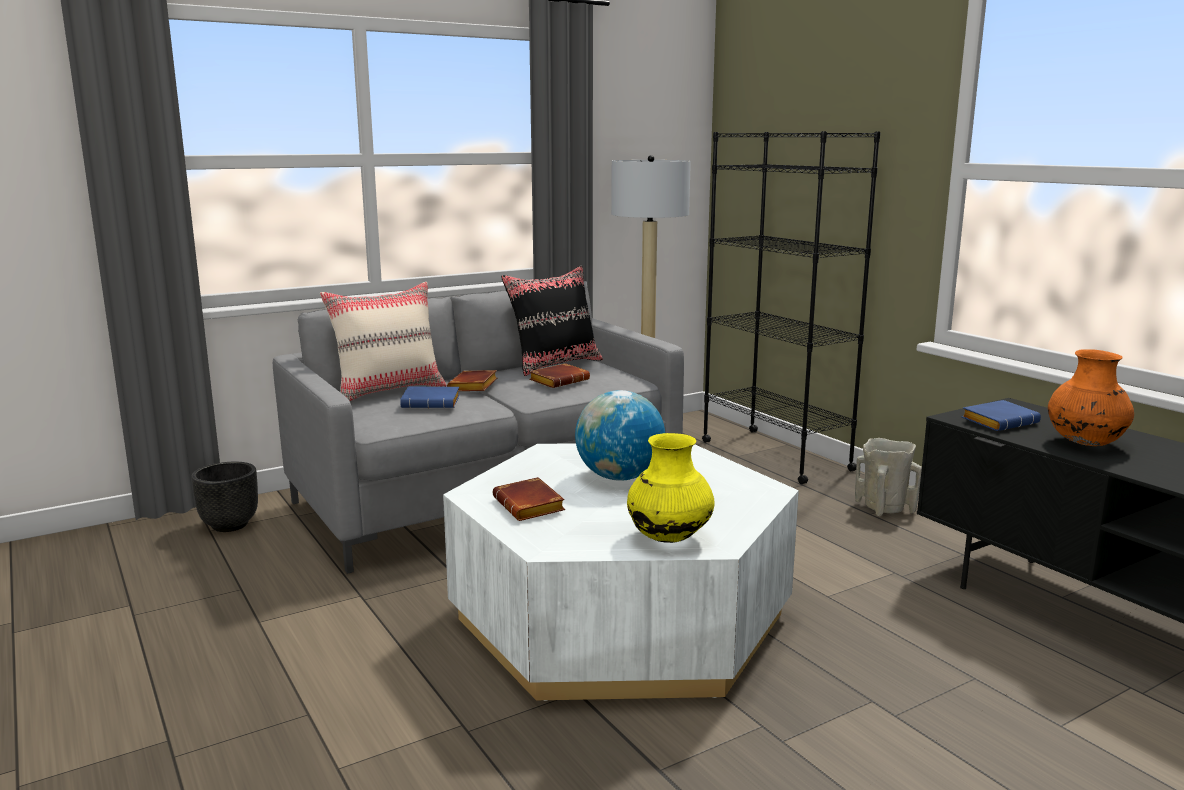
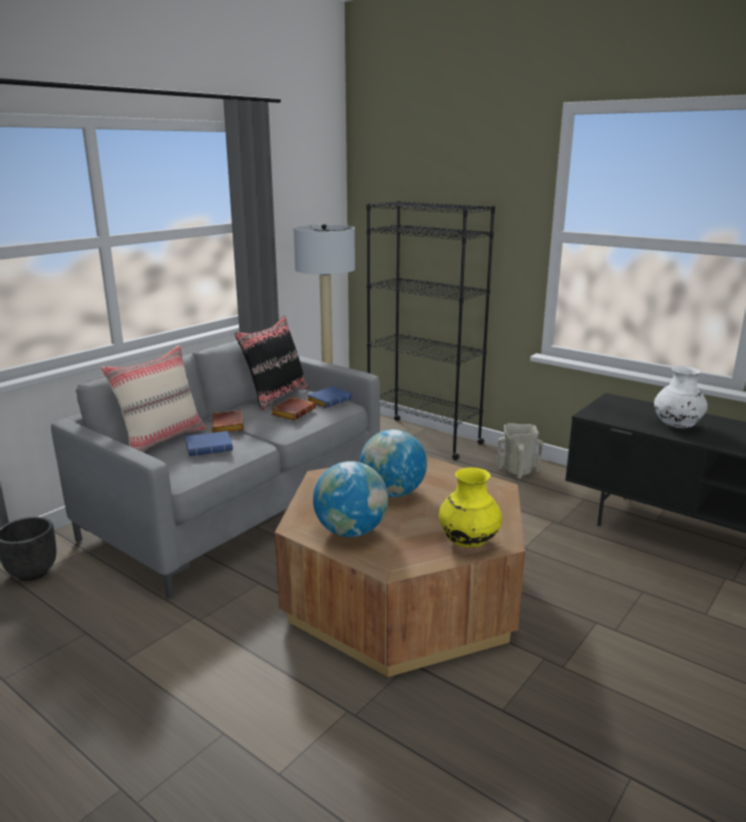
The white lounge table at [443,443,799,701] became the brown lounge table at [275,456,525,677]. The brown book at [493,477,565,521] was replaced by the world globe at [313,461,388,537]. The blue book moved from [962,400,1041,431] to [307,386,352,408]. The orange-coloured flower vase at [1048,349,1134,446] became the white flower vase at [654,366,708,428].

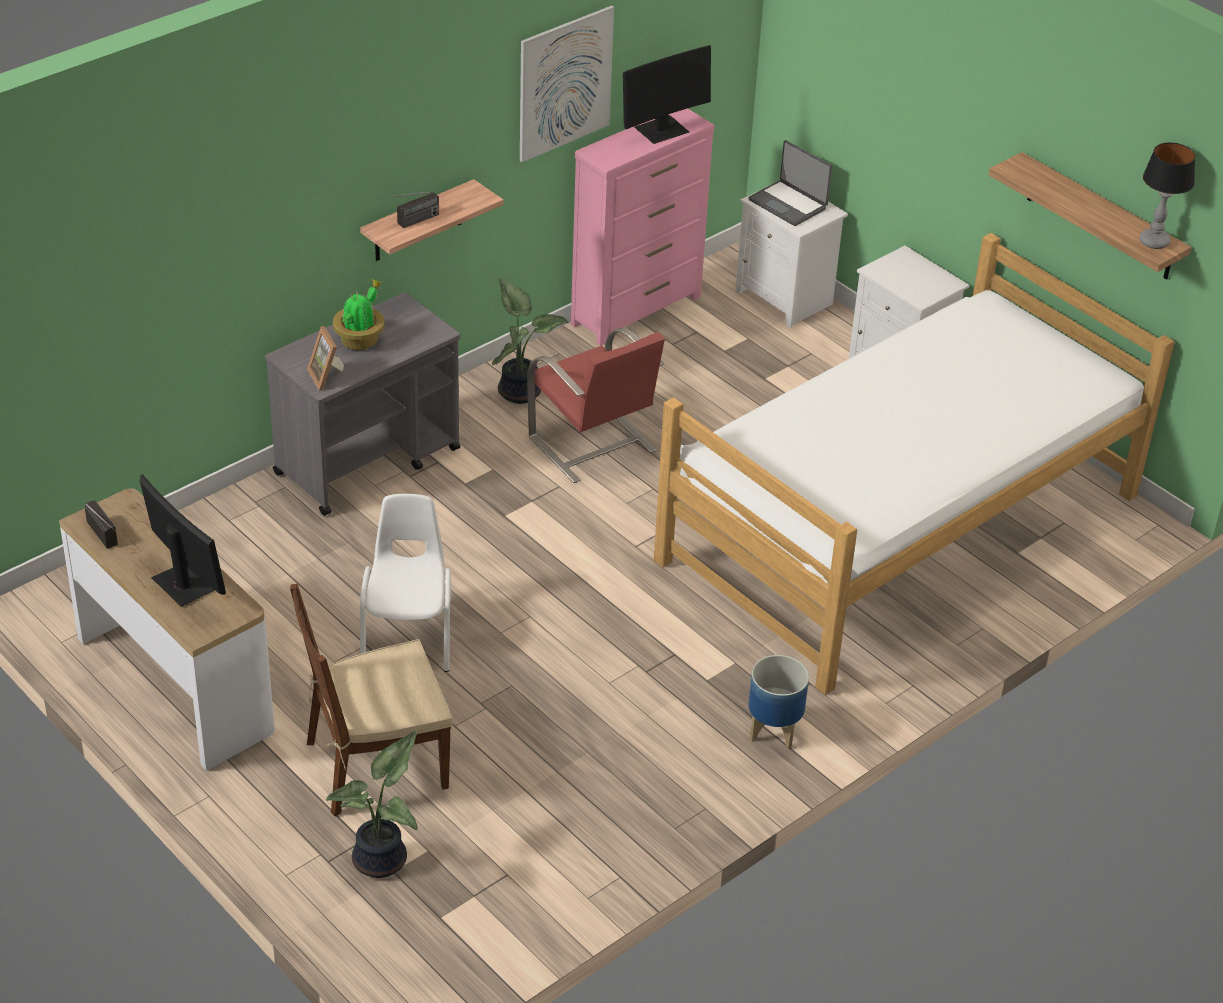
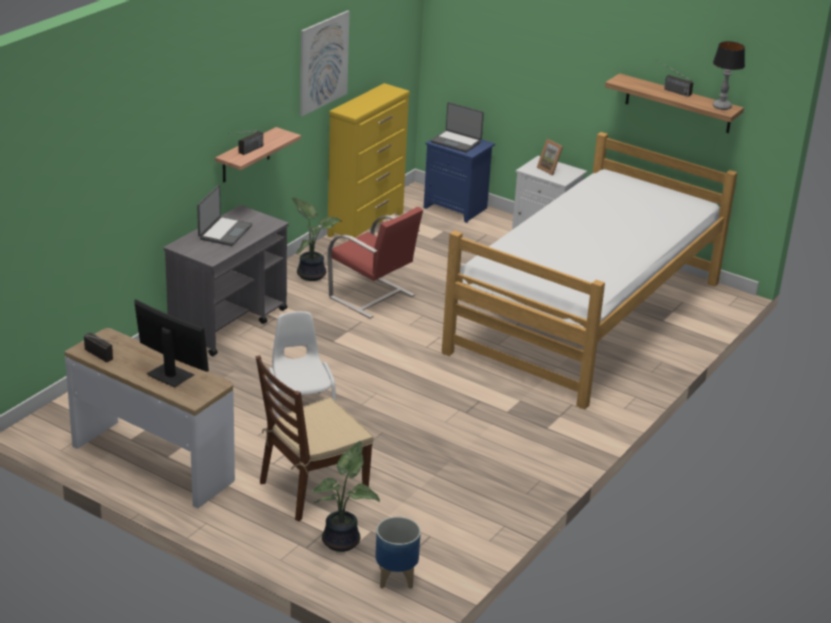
The picture frame moved from [307,326,344,391] to [537,139,563,175]. The potted plant at [333,279,385,350] was replaced by the notebook computer at [197,185,253,246]. The pink chest of drawers at [571,108,715,346] became the yellow-coloured chest of drawers at [327,83,410,241]. The computer screen at [623,45,711,144] disappeared. The white bedside table at [735,191,848,328] became the blue bedside table at [424,139,495,223]. The planter moved from [748,655,809,749] to [375,517,421,589]. The radio set at [657,60,693,97] appeared.

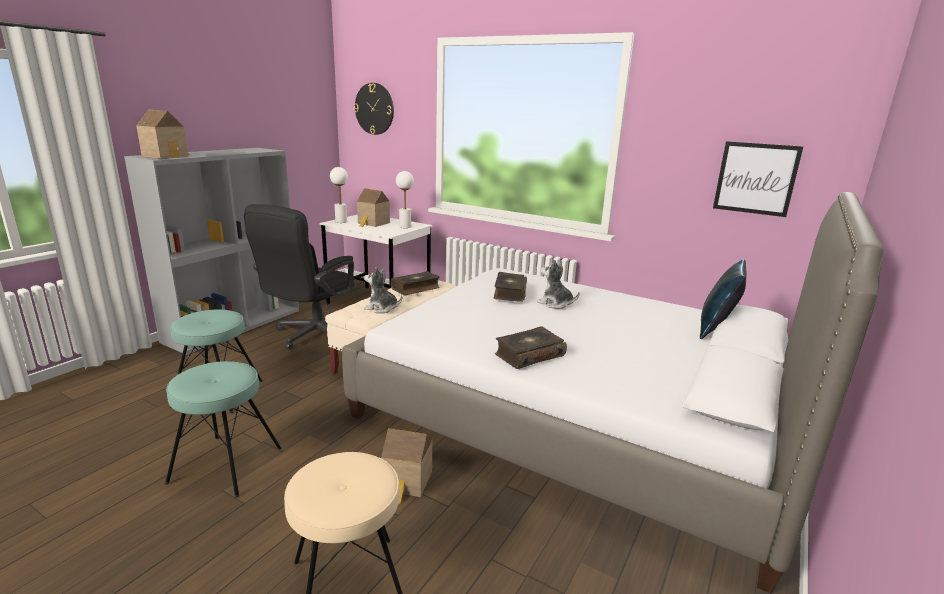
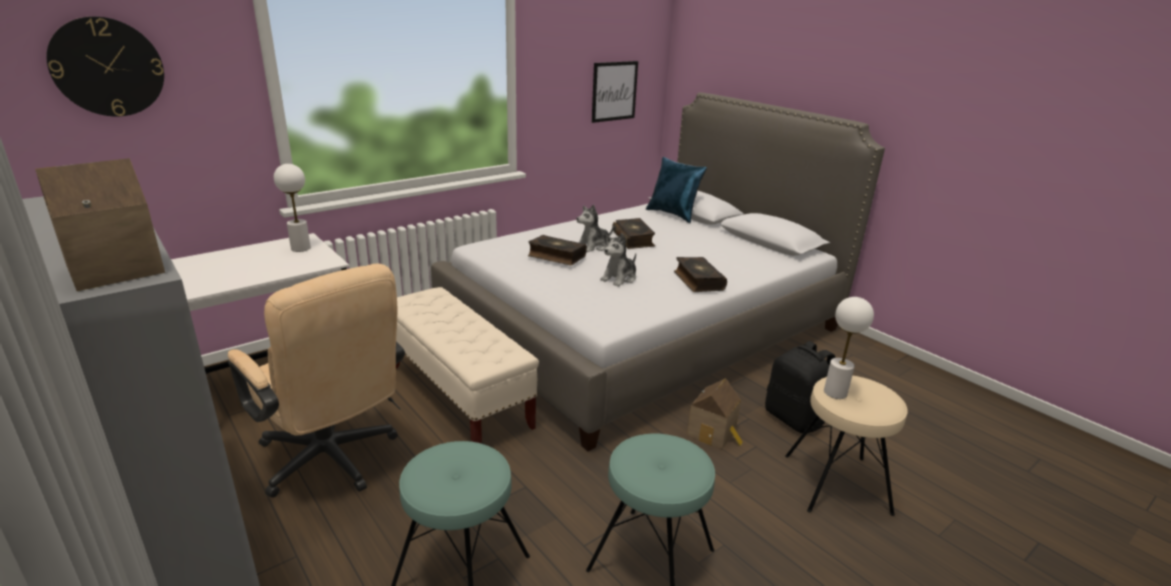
The blackish computer chair at [244,204,354,349] became the beige-coloured computer chair at [228,264,405,498]. The white table lamp moved from [330,167,348,223] to [824,297,874,399]. The miniature house at [357,188,390,227] disappeared. The soft toy moved from [364,267,402,313] to [600,233,636,287]. The book moved from [391,271,440,295] to [612,218,655,249]. The blackish rucksack at [765,341,835,433] appeared.

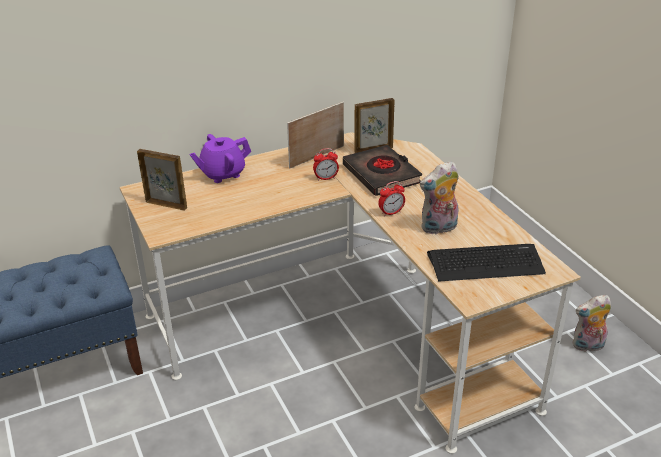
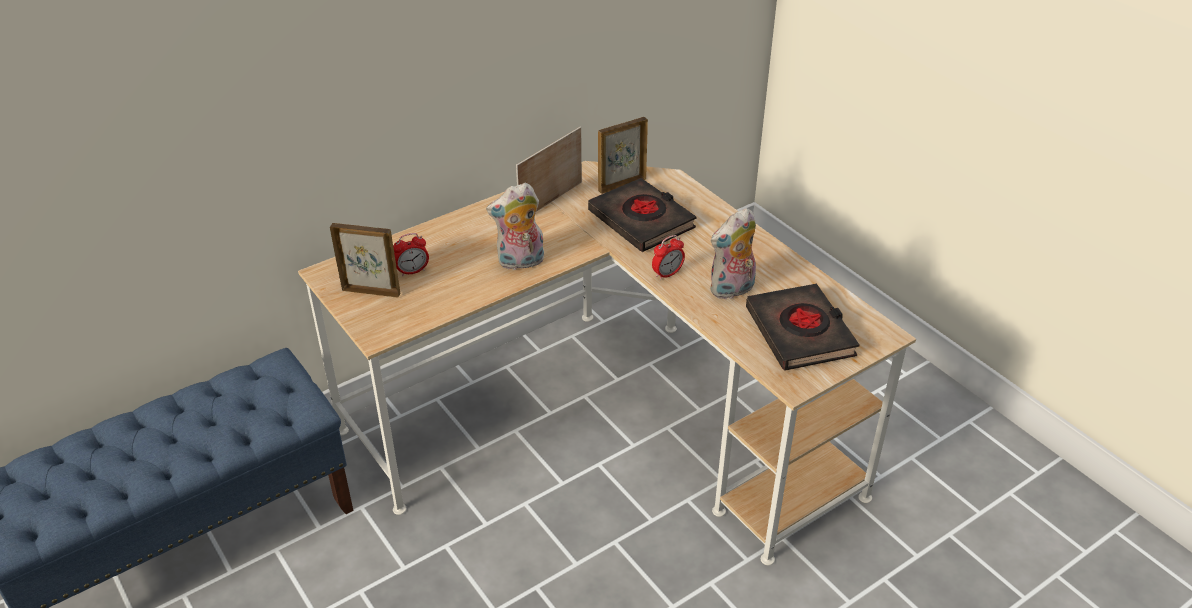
The purplish tea pot at [189,134,251,183] disappeared. The bedside clock moved from [313,148,339,181] to [393,233,429,276]. The computer keyboard at [427,244,546,282] was replaced by the blackish book at [746,284,860,371]. The soft toy moved from [573,295,611,352] to [486,183,544,271].

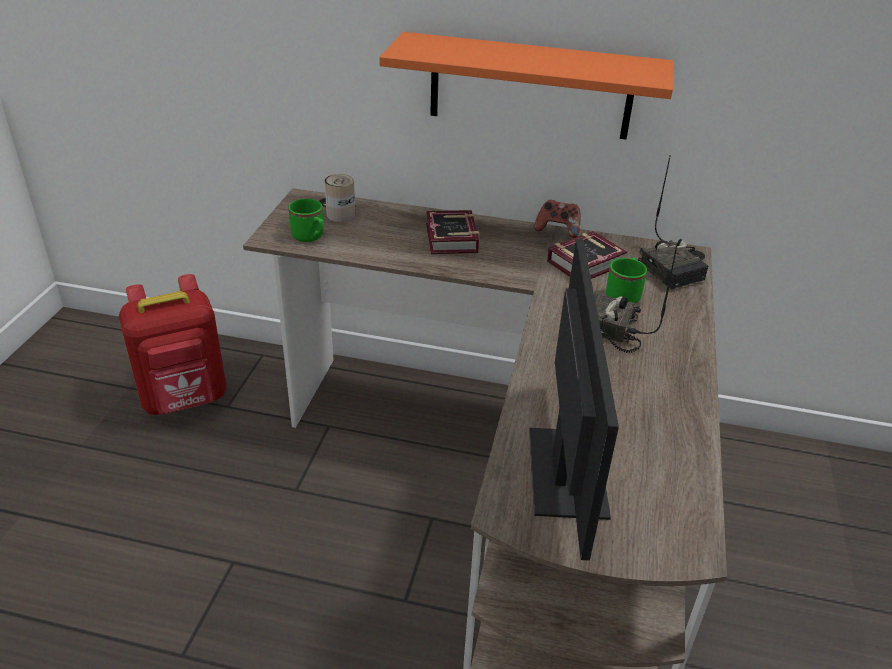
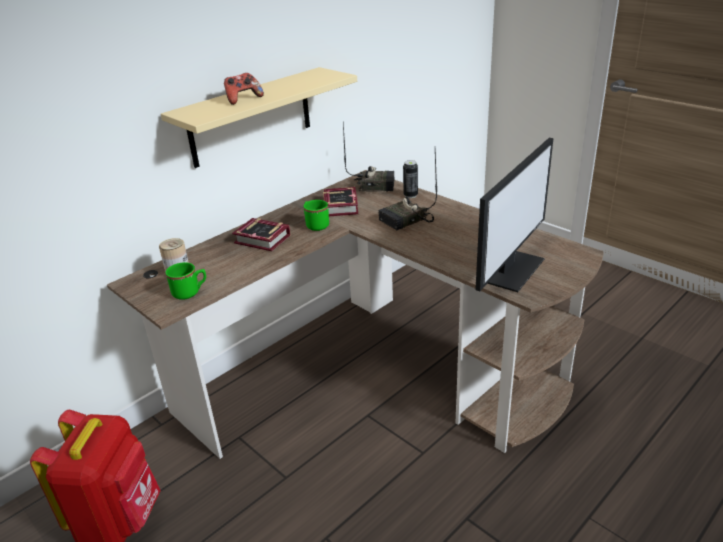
The orange-coloured shelf at [379,32,674,139] became the beige-coloured shelf at [161,67,357,168]. The computer screen at [529,239,619,561] turned 90 degrees clockwise. The joypad moved from [534,200,581,238] to [224,73,264,105]. The greenish tea mug moved from [606,257,647,304] to [304,200,329,231]. The metal can at [403,160,418,198] appeared.

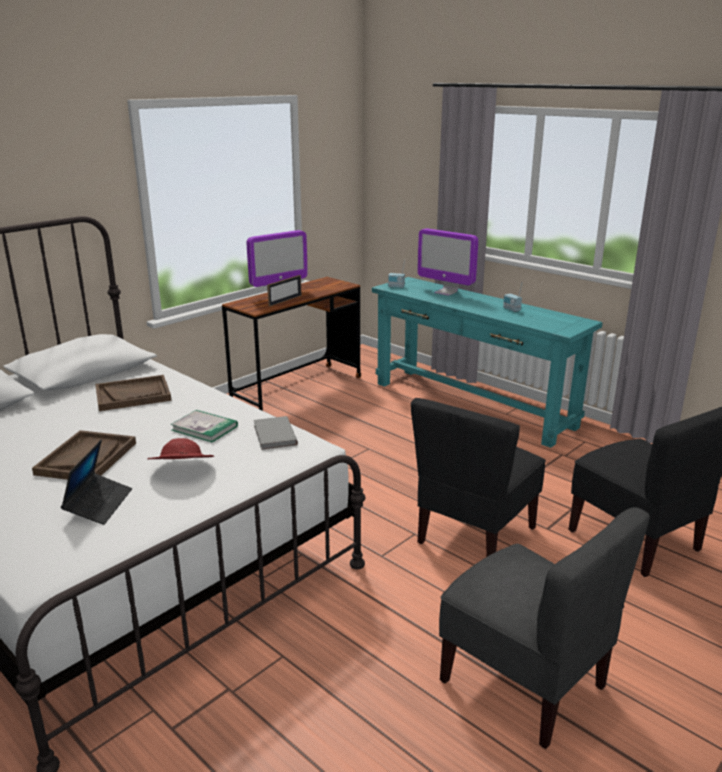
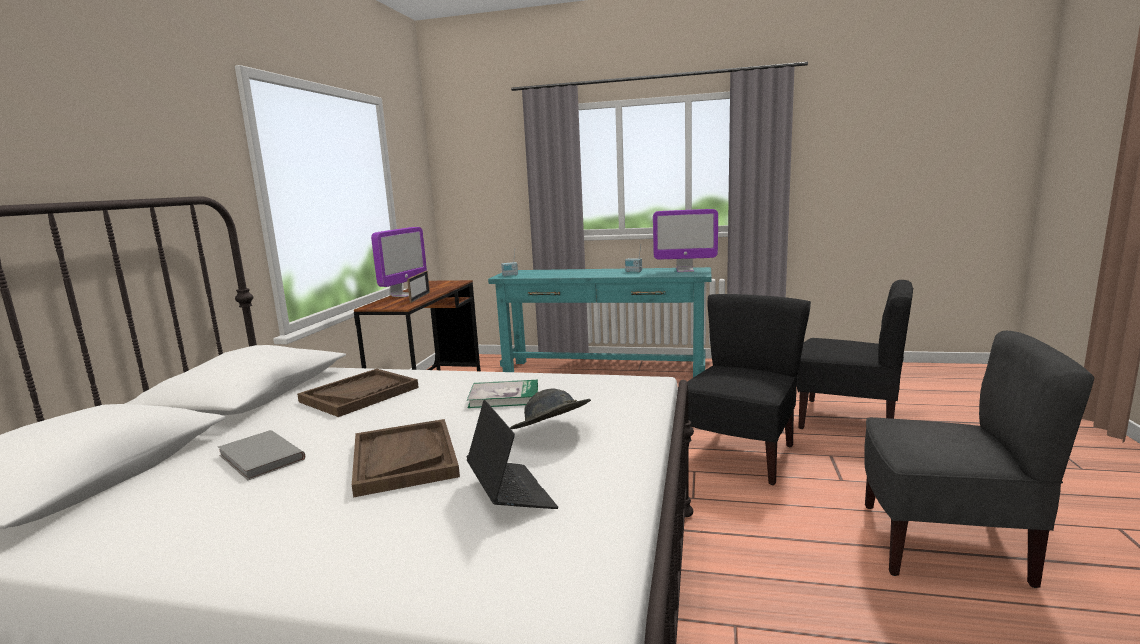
The red wearable hat at [147,438,214,459] became the grey wearable hat at [510,389,591,429]. The grey book moved from [254,416,298,450] to [218,430,305,480]. The blackish upright chair at [411,398,546,556] turned 150 degrees counterclockwise. The computer screen moved from [417,228,478,296] to [653,209,718,272].

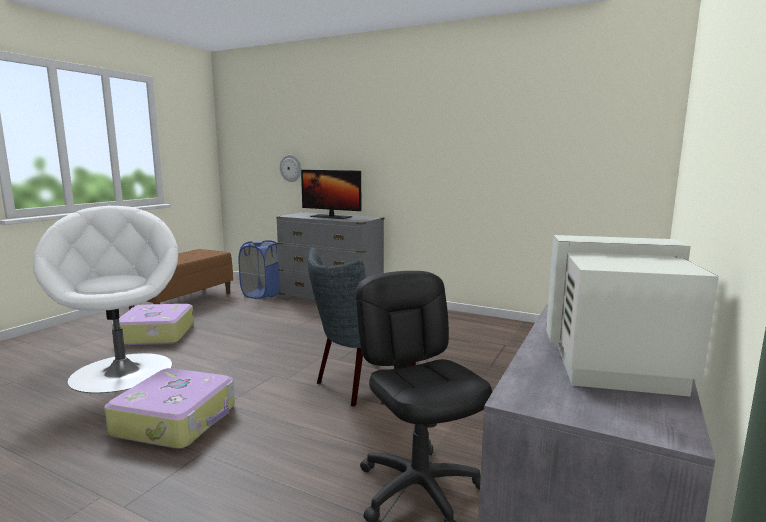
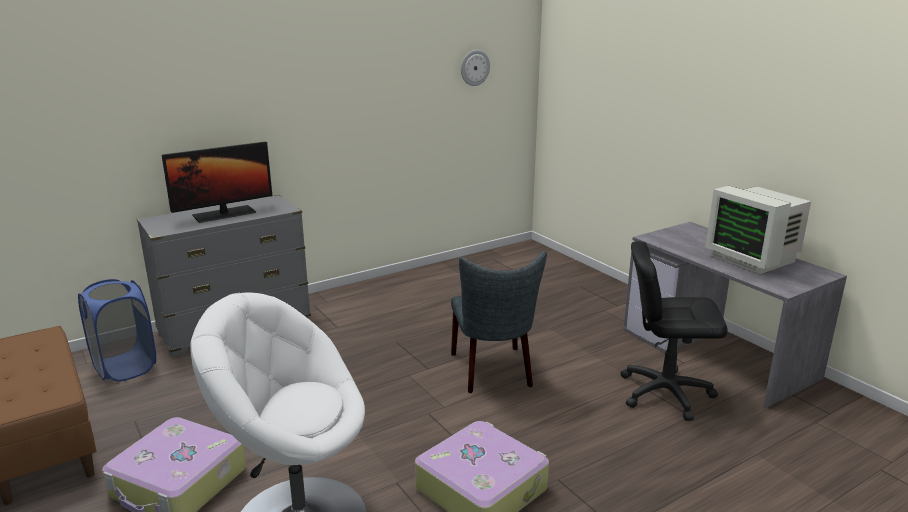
The wall clock moved from [280,155,302,182] to [461,50,490,86]. The computer screen at [546,235,719,396] turned 75 degrees counterclockwise.

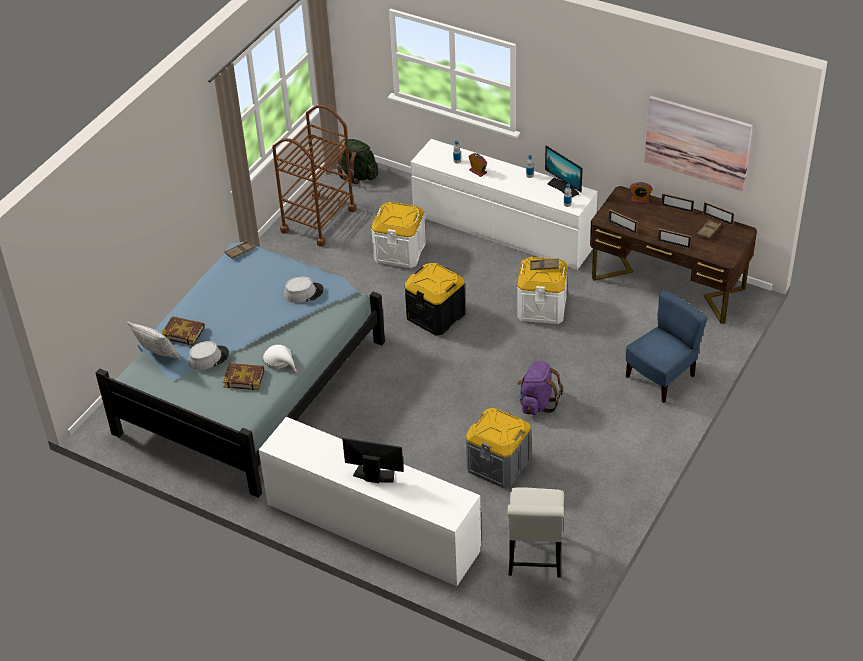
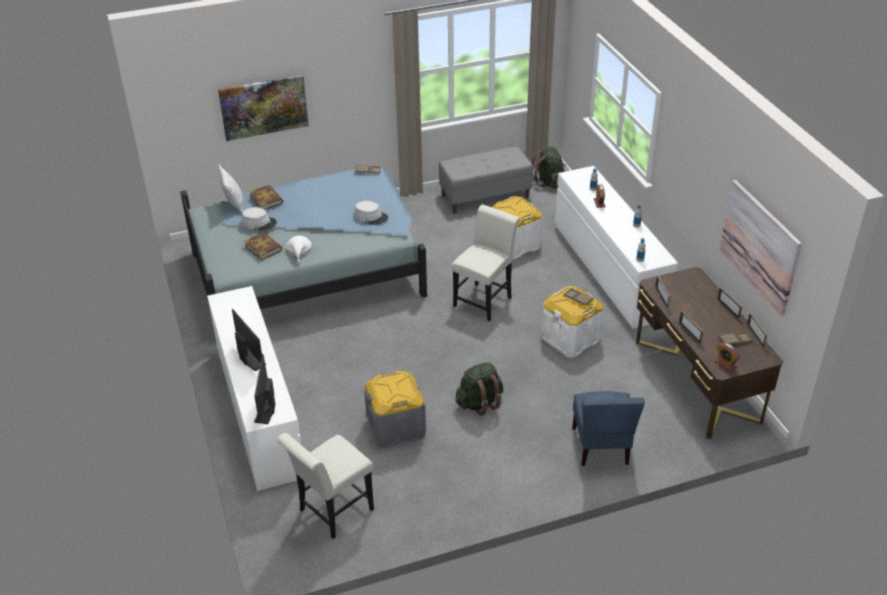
The brown cart at [272,105,356,247] was replaced by the grey long seat at [439,146,533,214]. The blackish storage container at [405,263,465,335] was replaced by the white upright chair at [451,204,520,321]. The purplish rucksack at [517,361,563,415] became the greenish rucksack at [456,363,503,416]. The computer screen moved from [545,146,583,197] to [254,354,275,424]. The blue upright chair at [626,290,708,403] turned 90 degrees clockwise. The bedside clock moved from [630,182,652,204] to [715,343,740,371]. The wall art at [218,75,309,141] appeared.

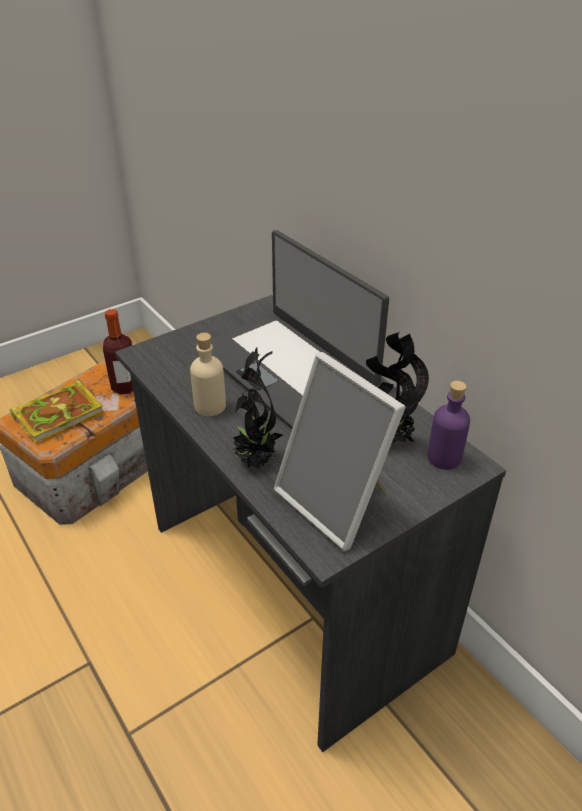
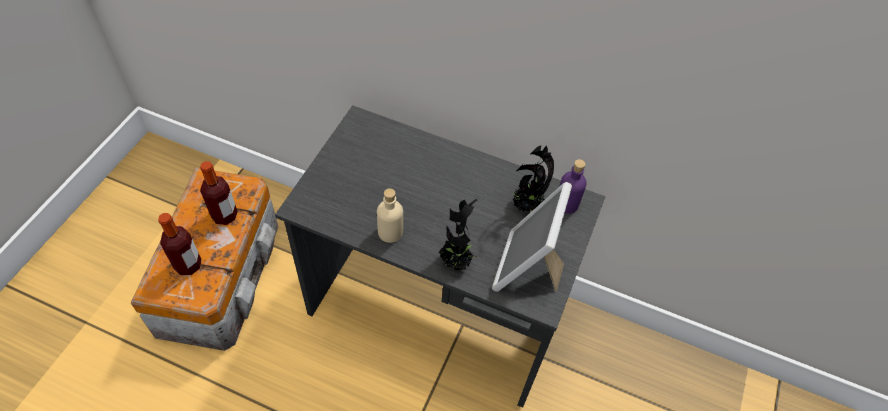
The book at [10,379,104,443] was replaced by the drink bottle at [158,213,202,276]. The notebook computer at [211,230,389,429] disappeared. The picture frame at [274,352,405,551] turned 90 degrees clockwise.

